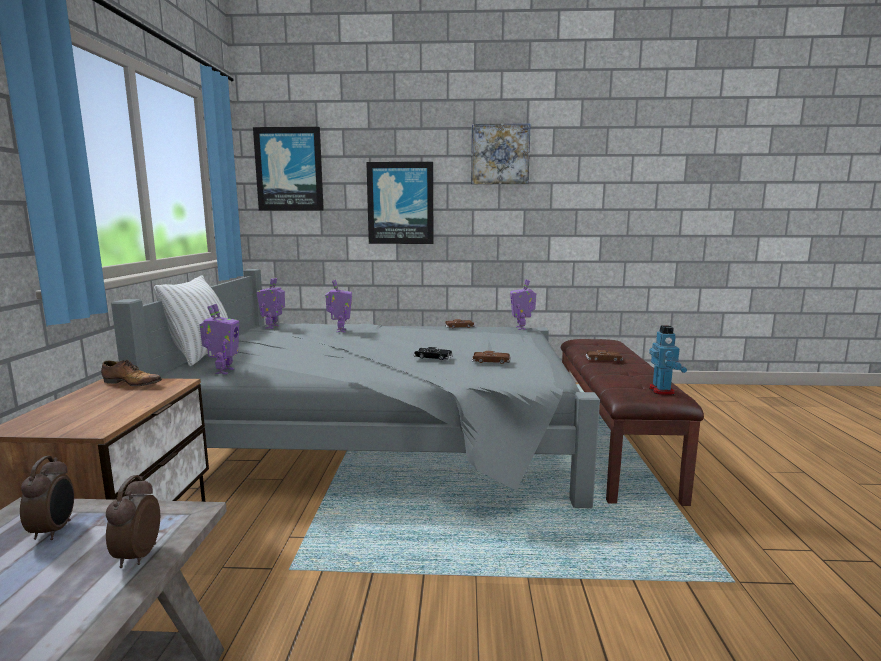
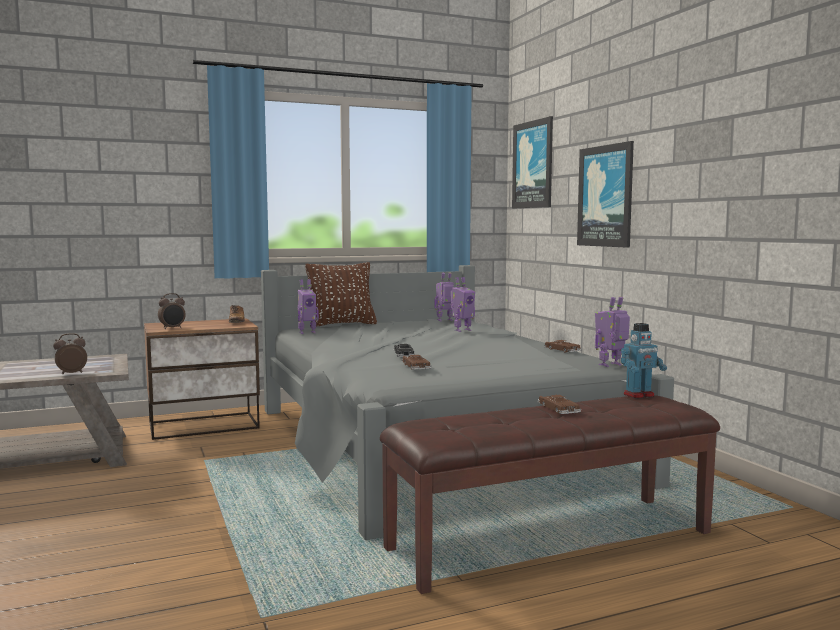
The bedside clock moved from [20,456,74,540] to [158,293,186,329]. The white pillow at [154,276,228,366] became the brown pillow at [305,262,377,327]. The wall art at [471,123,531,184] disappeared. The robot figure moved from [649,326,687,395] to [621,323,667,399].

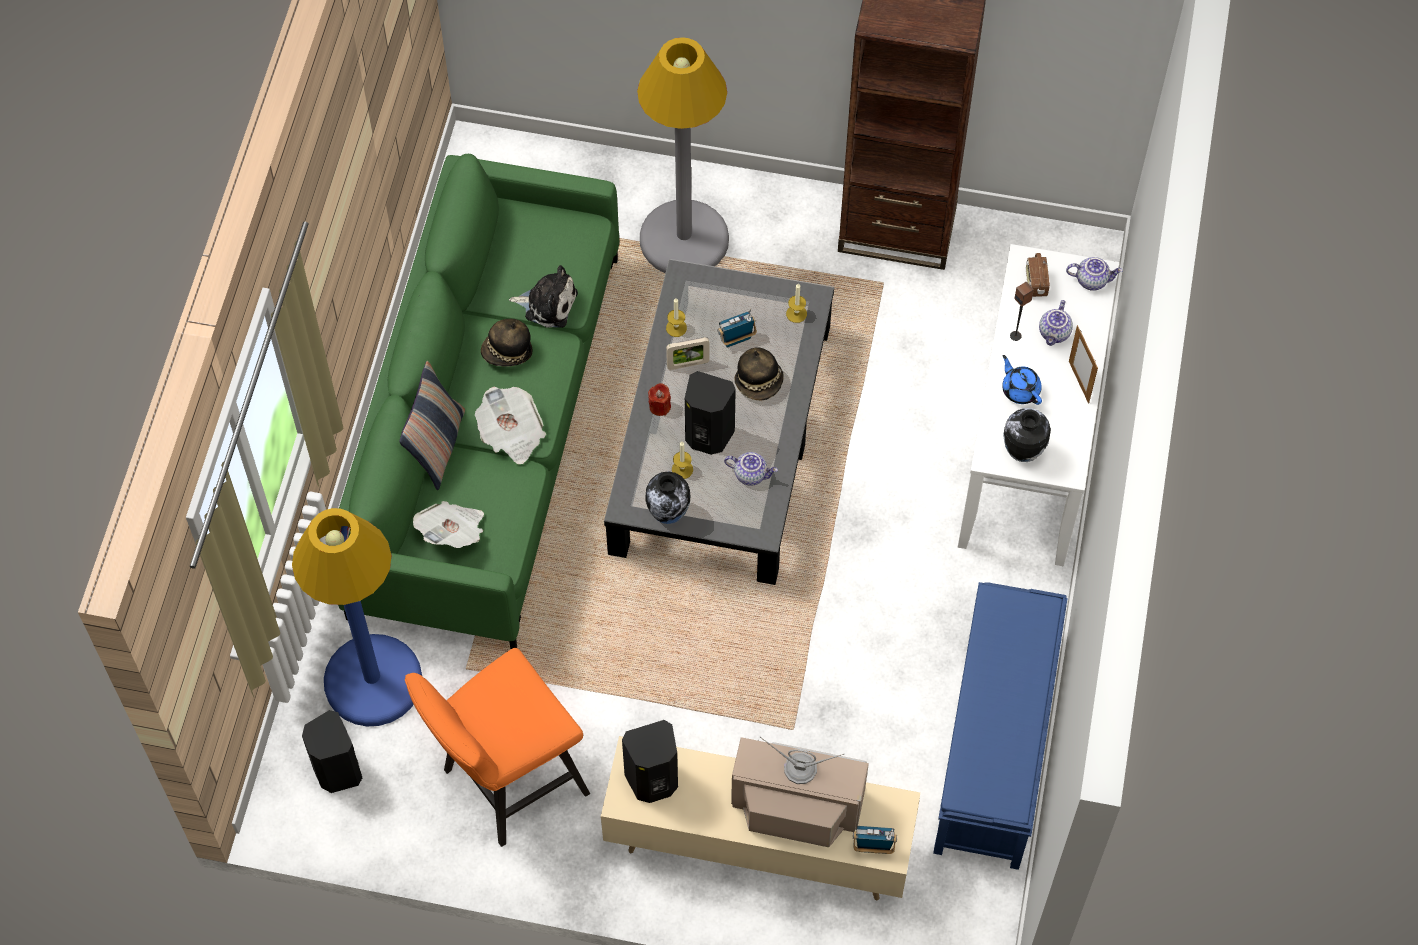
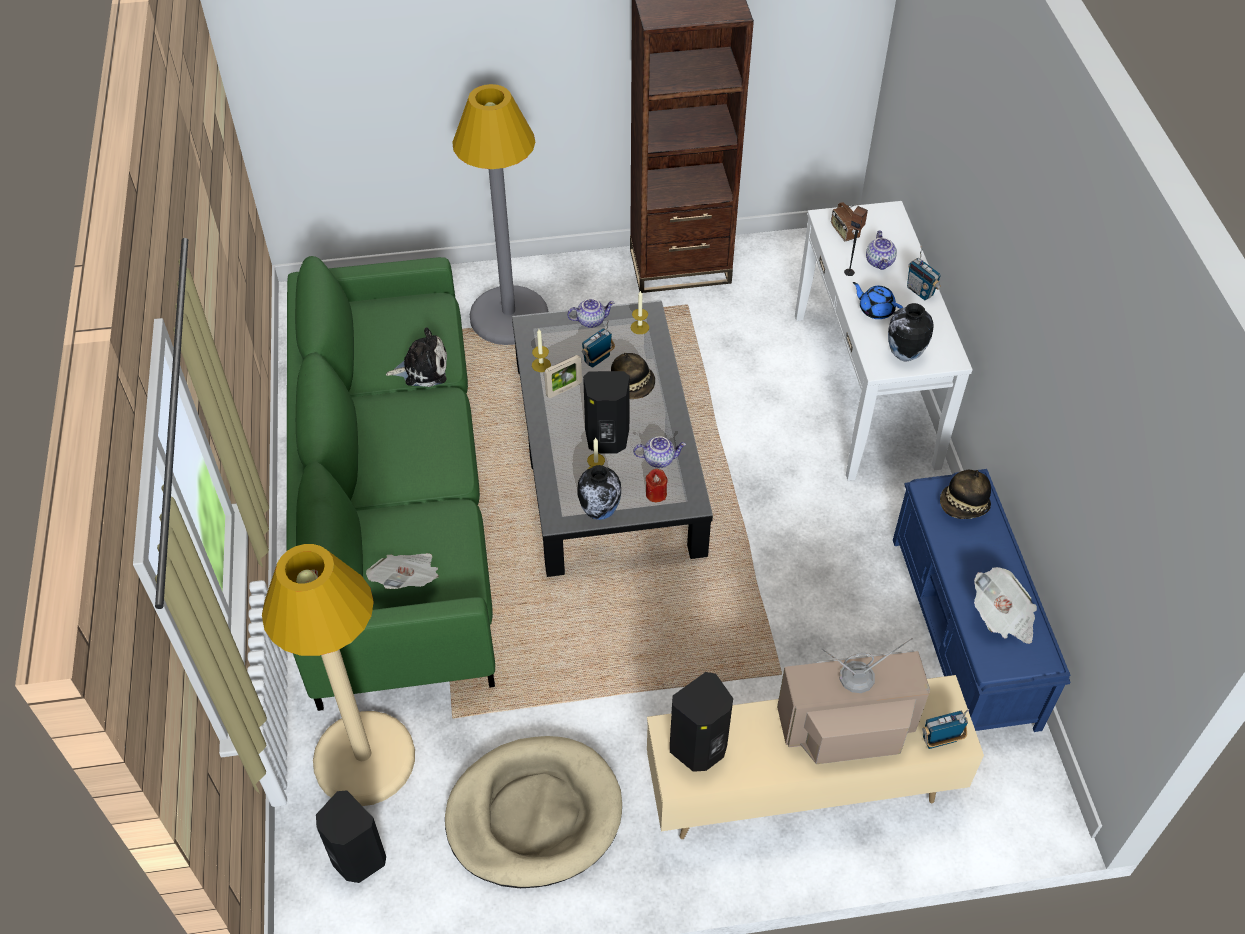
The blue floor lamp at [292,508,422,726] became the beige-coloured floor lamp at [262,544,415,806]. The pillow at [399,361,465,490] disappeared. The orange-coloured stool at [405,648,590,847] was replaced by the beige-coloured dog cushion at [445,736,622,888]. The newspaper moved from [475,386,546,464] to [974,567,1037,644]. The wearable hat moved from [481,319,533,367] to [940,470,991,519]. The red candle moved from [648,383,671,416] to [646,469,668,502]. The tea pot moved from [1066,257,1123,291] to [567,299,614,328]. The picture frame at [1069,325,1098,404] was replaced by the radio set at [907,246,941,300].

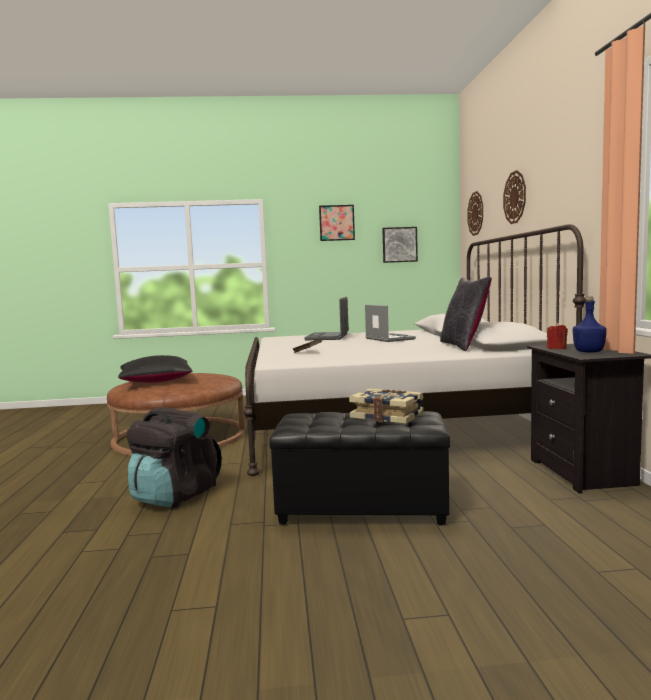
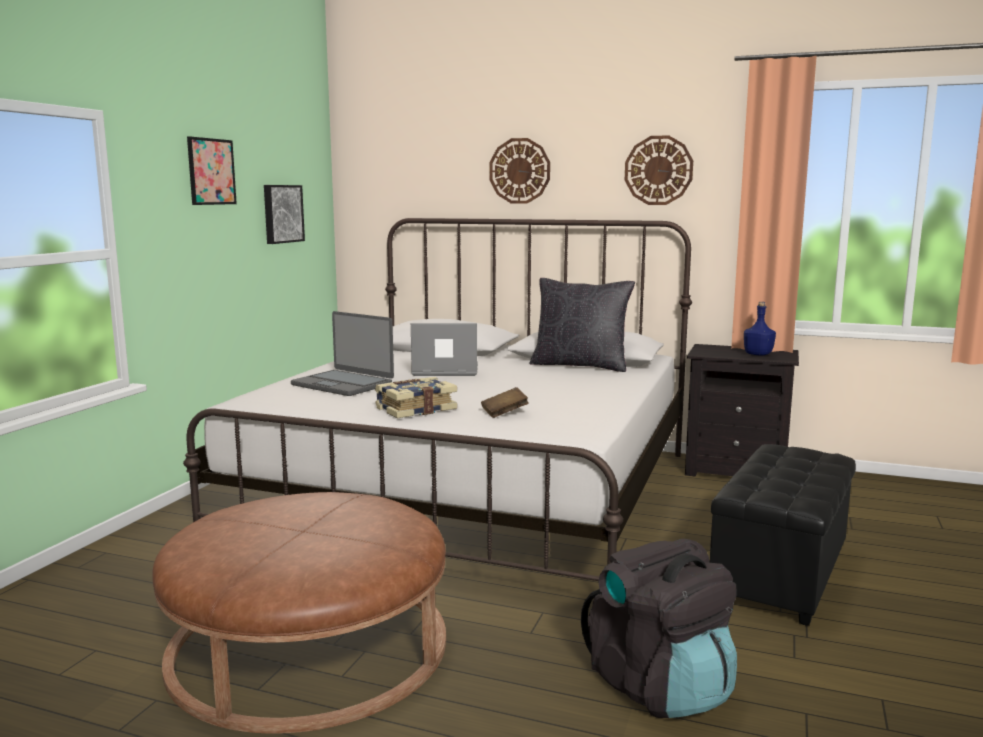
The blackish pillow at [118,355,192,383] disappeared. The book moved from [349,389,424,424] to [375,377,457,418]. The wall clock moved from [467,191,483,236] to [625,135,693,205]. The red candle at [547,323,568,349] disappeared.

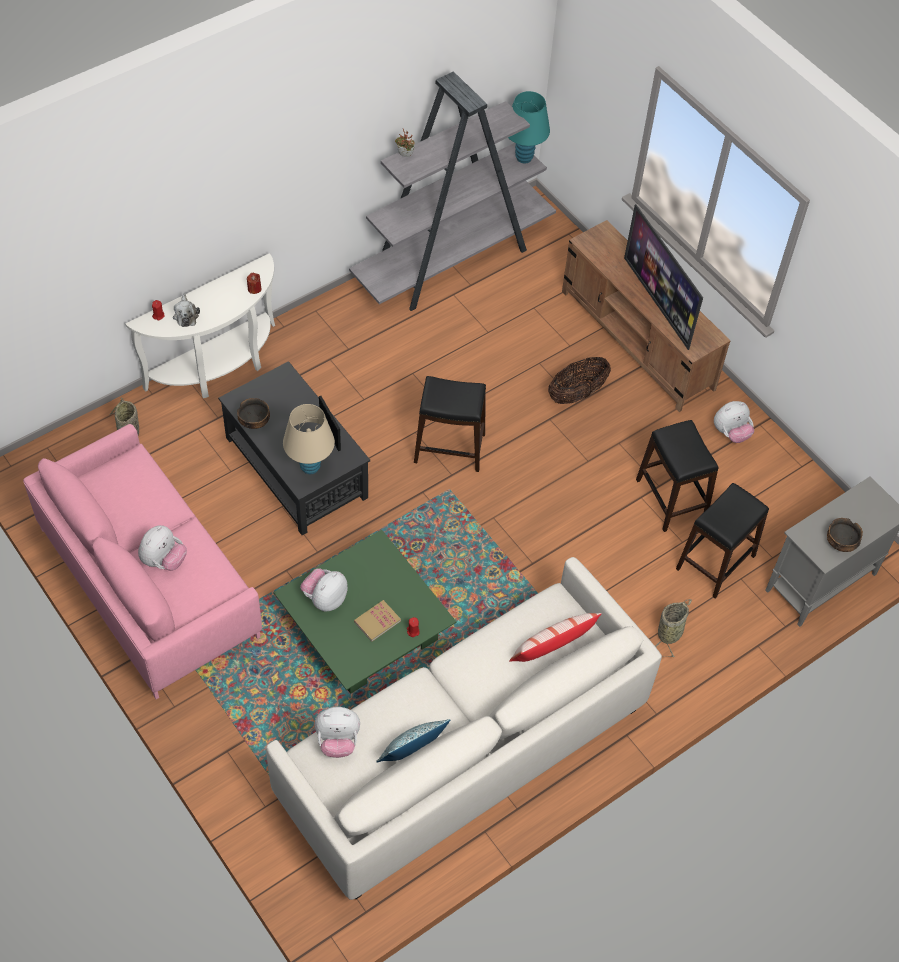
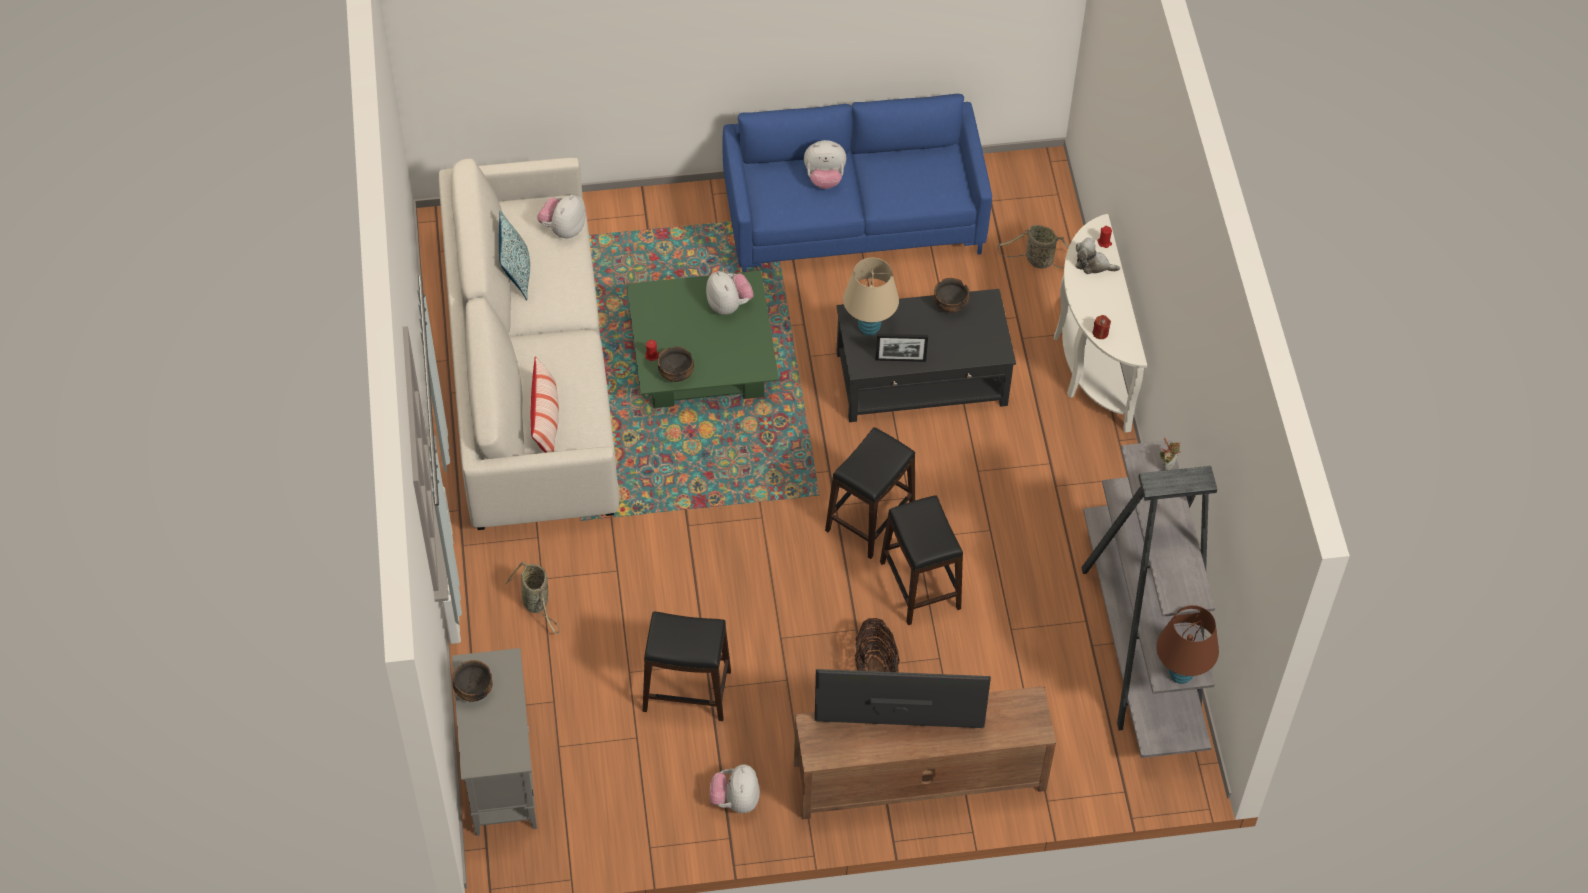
The pink sofa at [23,424,262,699] became the blue sofa at [722,94,992,272]. The soft toy at [138,525,187,571] turned 60 degrees counterclockwise. The book at [354,600,401,642] disappeared. The blue-green table lamp at [508,91,550,164] became the brown table lamp at [1156,605,1219,684]. The blackish stool moved from [676,483,769,598] to [880,495,963,625]. The deep dish at [658,347,694,382] appeared.

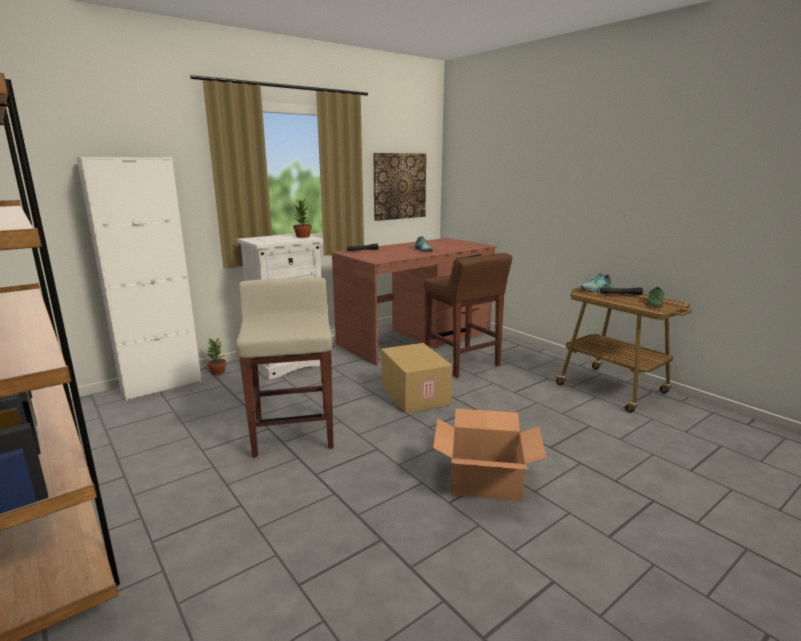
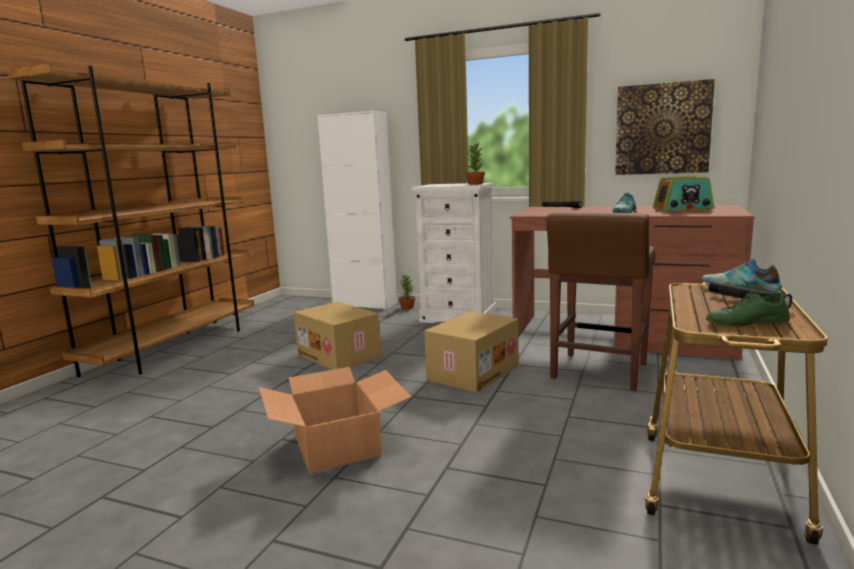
The beige-coloured stool at [236,277,333,457] was replaced by the packing box at [294,302,381,370]. The radio set at [653,176,714,211] appeared.

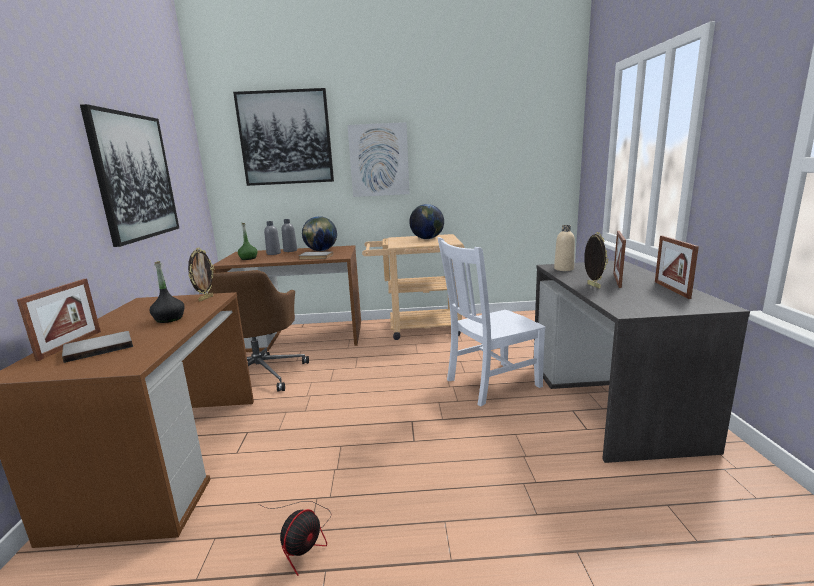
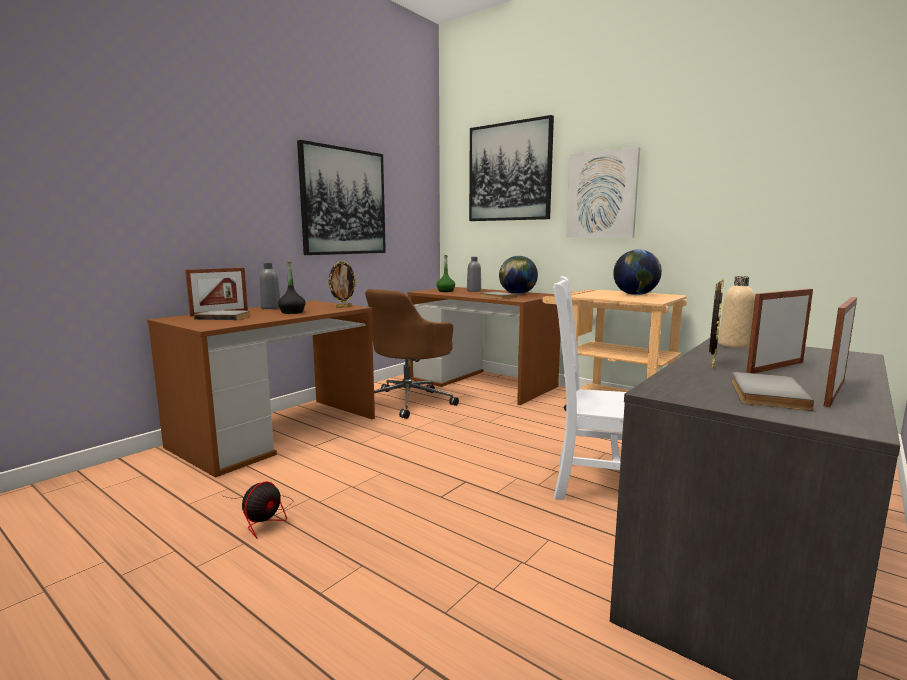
The electric fan at [259,501,331,576] turned 45 degrees counterclockwise. The grey drink bottle moved from [282,219,297,252] to [259,263,280,309]. The grey book at [732,372,814,411] appeared.

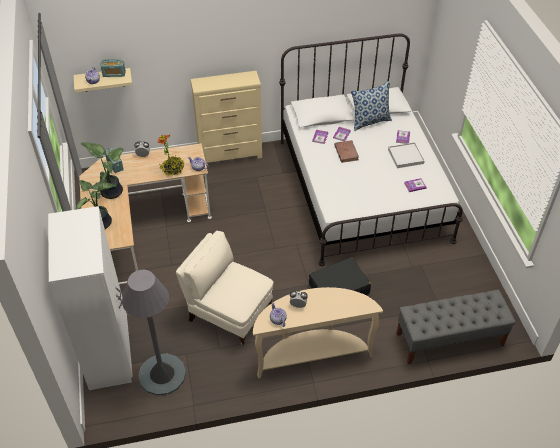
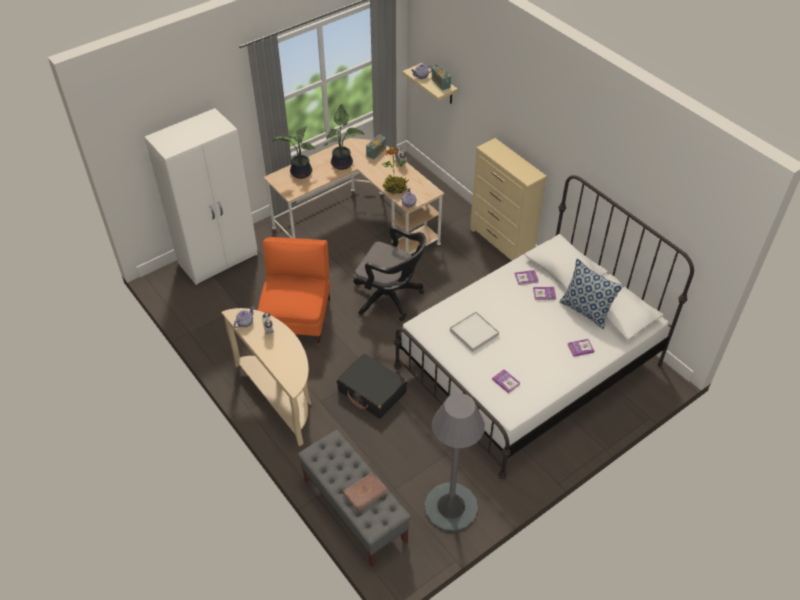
The grey floor lamp moved from [122,270,186,396] to [425,393,485,532]. The beige-coloured lounge chair at [176,231,273,345] became the orange-coloured lounge chair at [258,237,330,345]. The brown book moved from [334,140,359,163] to [343,472,388,512]. The white carrying tray moved from [388,142,425,168] to [450,312,499,352]. The blackish computer chair at [353,226,426,321] appeared.

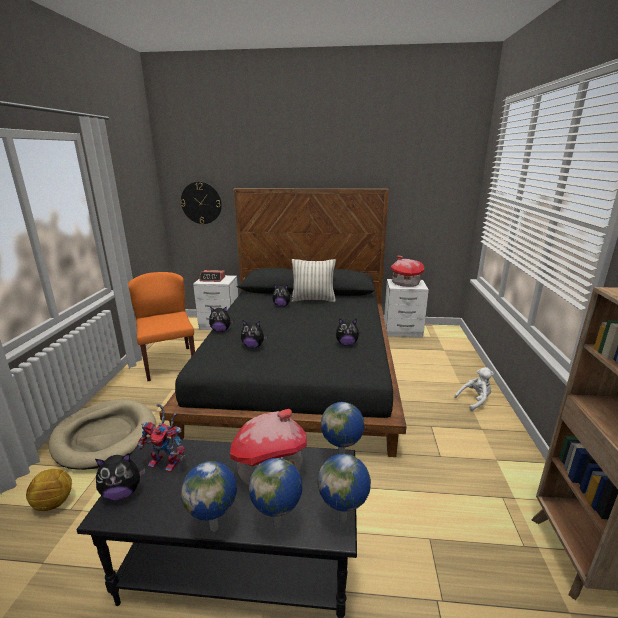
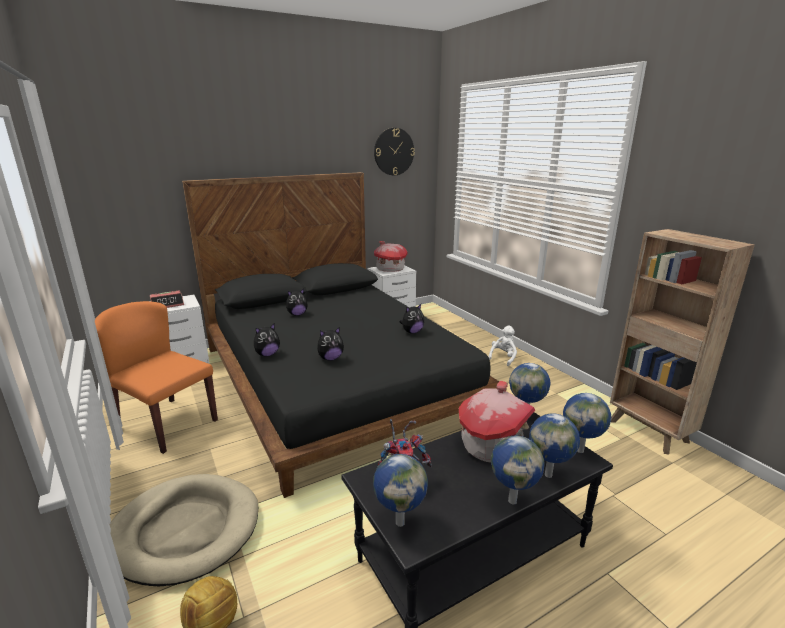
The soft toy at [95,453,145,500] was replaced by the world globe at [373,454,428,527]. The wall clock moved from [181,182,222,224] to [374,128,415,175]. The pillow at [291,259,336,302] disappeared.

